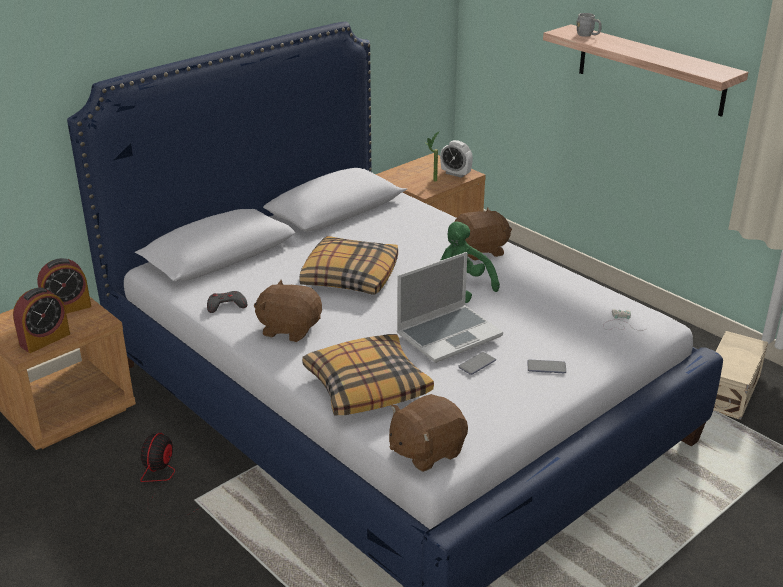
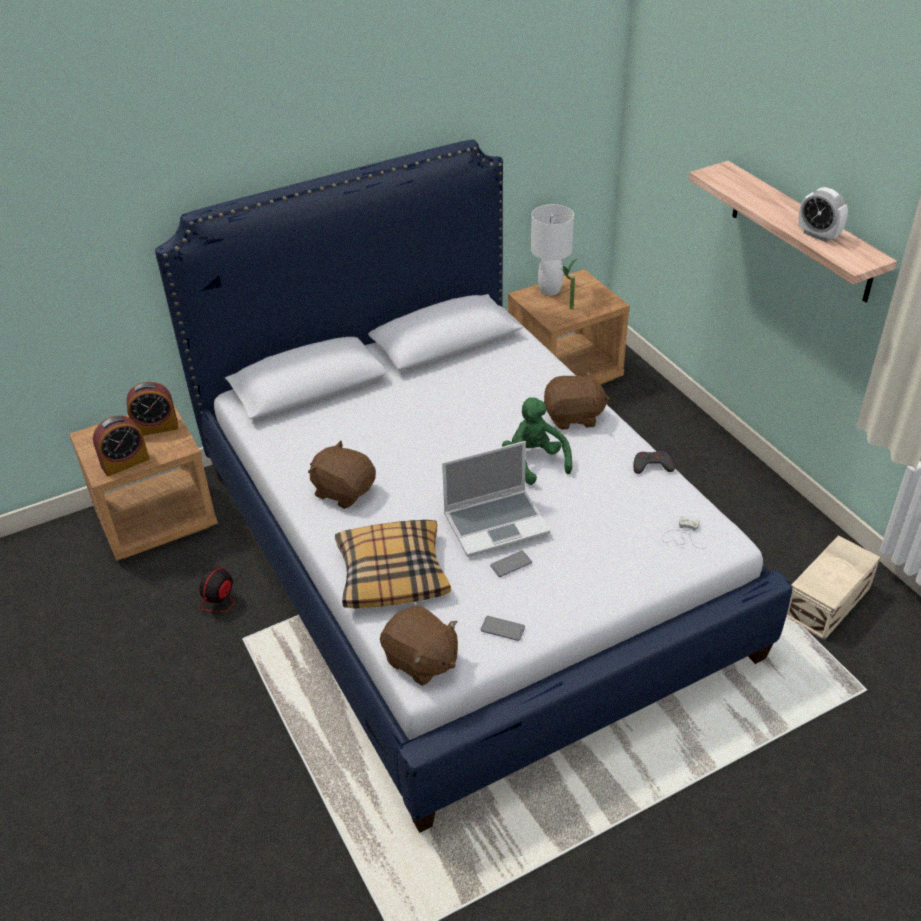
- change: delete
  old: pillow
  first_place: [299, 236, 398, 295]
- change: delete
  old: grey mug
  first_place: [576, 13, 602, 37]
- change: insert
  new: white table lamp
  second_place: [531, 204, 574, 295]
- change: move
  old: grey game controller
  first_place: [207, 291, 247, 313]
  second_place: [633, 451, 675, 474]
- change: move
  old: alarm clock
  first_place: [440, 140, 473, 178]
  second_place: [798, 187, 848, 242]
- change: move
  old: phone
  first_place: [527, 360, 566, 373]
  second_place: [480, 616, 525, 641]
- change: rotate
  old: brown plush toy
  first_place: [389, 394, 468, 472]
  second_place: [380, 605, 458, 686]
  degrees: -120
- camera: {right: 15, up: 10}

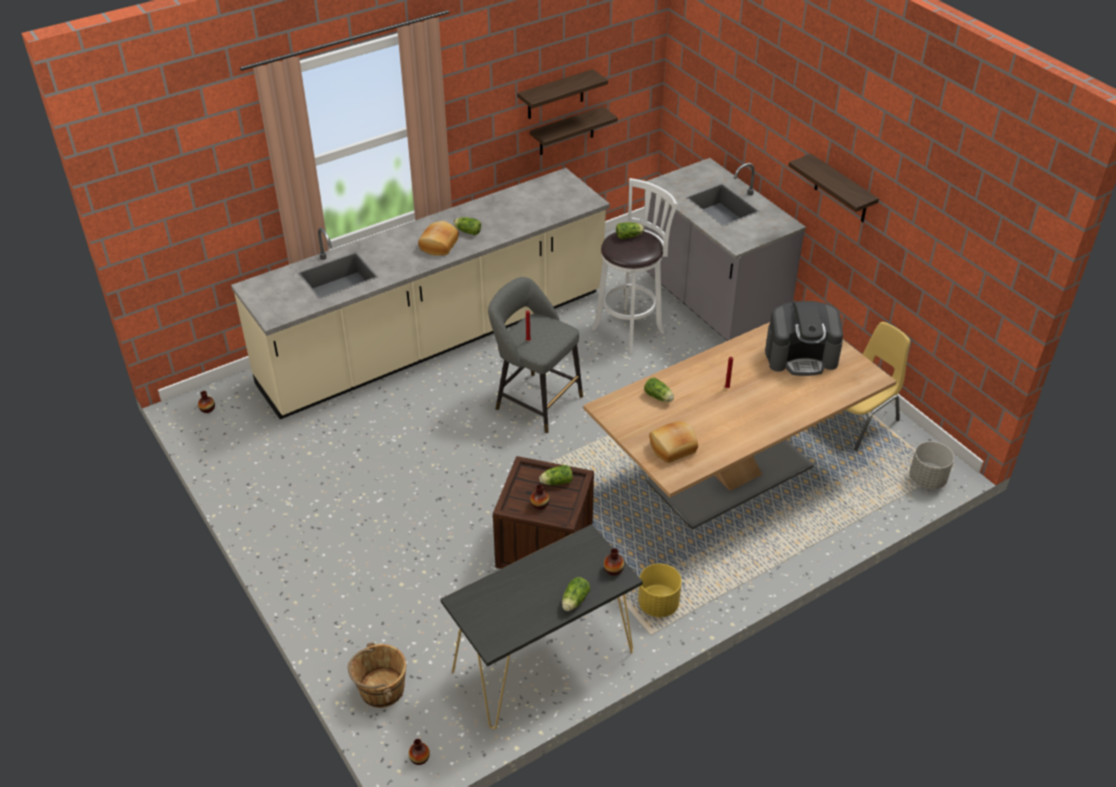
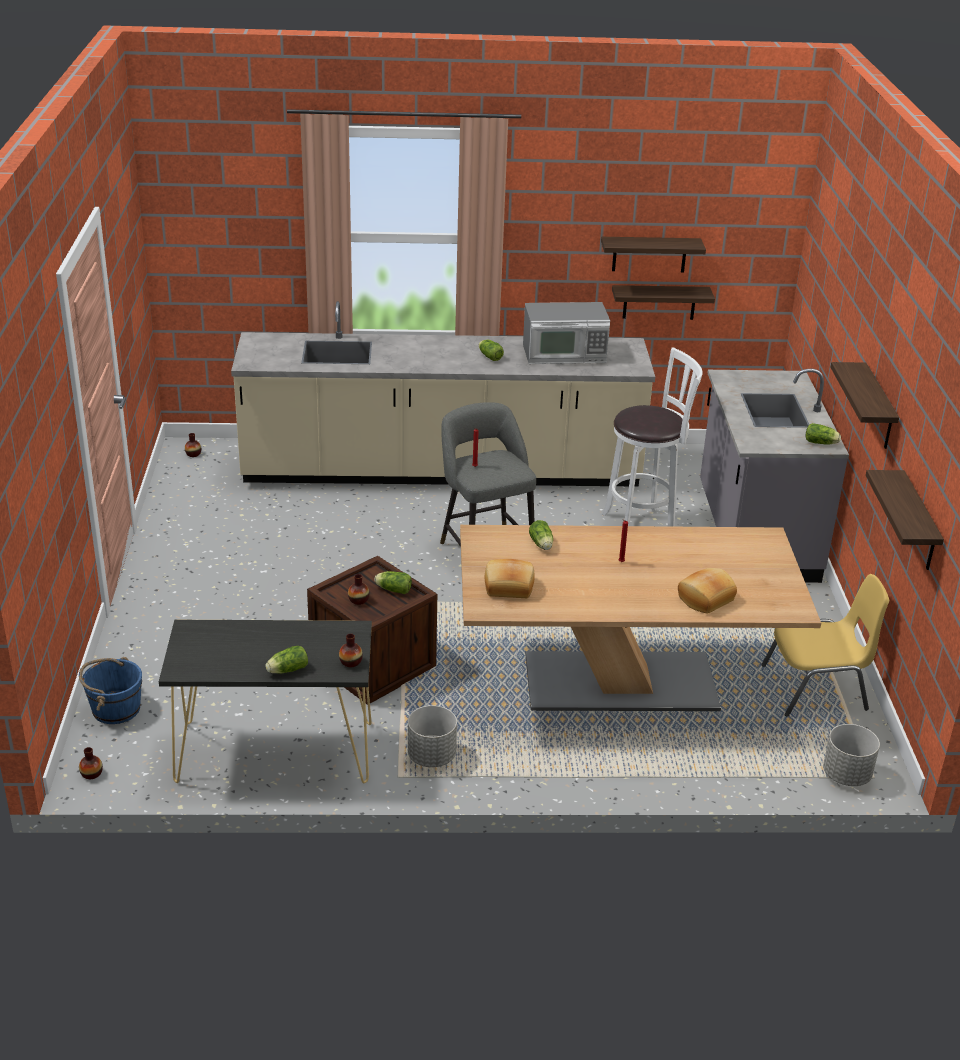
- change: delete
  old: coffee machine
  first_place: [765, 301, 843, 376]
- change: insert
  new: microwave
  second_place: [523, 302, 610, 364]
- change: insert
  new: shelf
  second_place: [866, 470, 944, 570]
- change: move
  old: bread
  first_place: [418, 221, 459, 256]
  second_place: [678, 568, 737, 614]
- change: move
  old: lettuce
  first_place: [616, 222, 644, 239]
  second_place: [806, 423, 841, 444]
- change: recolor
  old: brown bucket
  new: blue bucket
  first_place: [348, 642, 406, 708]
  second_place: [79, 657, 142, 724]
- change: recolor
  old: yellow planter
  new: grey planter
  first_place: [638, 564, 682, 617]
  second_place: [408, 705, 457, 767]
- camera: {right: 30, up: -10}

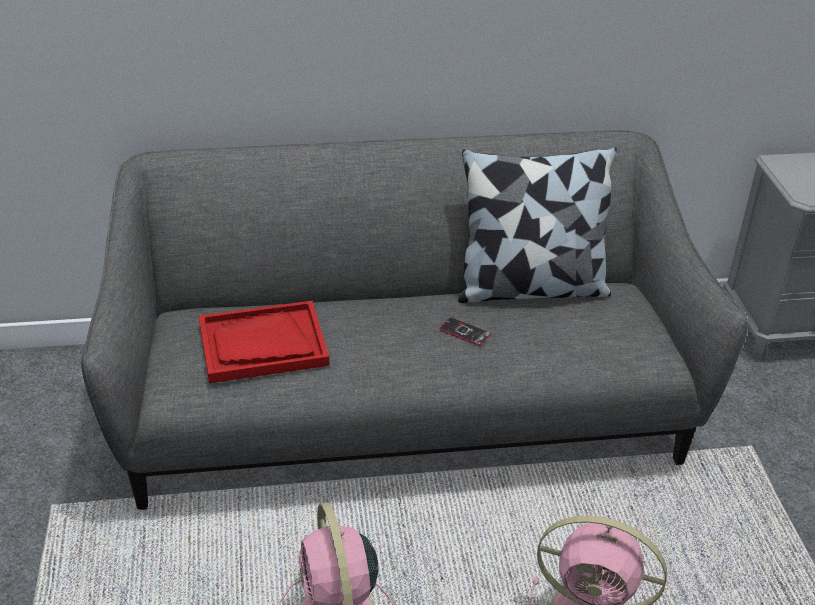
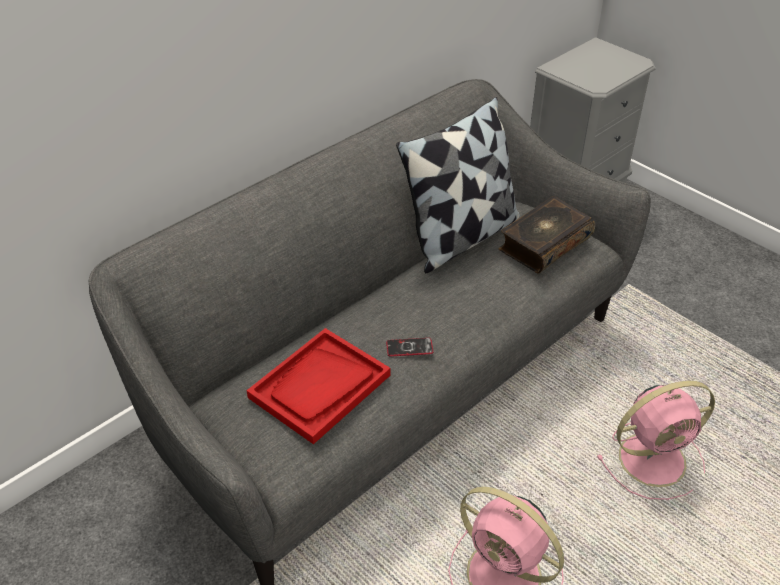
- change: insert
  new: book
  second_place: [499, 196, 595, 273]
- change: move
  old: phone
  first_place: [439, 317, 491, 346]
  second_place: [386, 338, 433, 356]
- camera: {right: -35, up: 5}

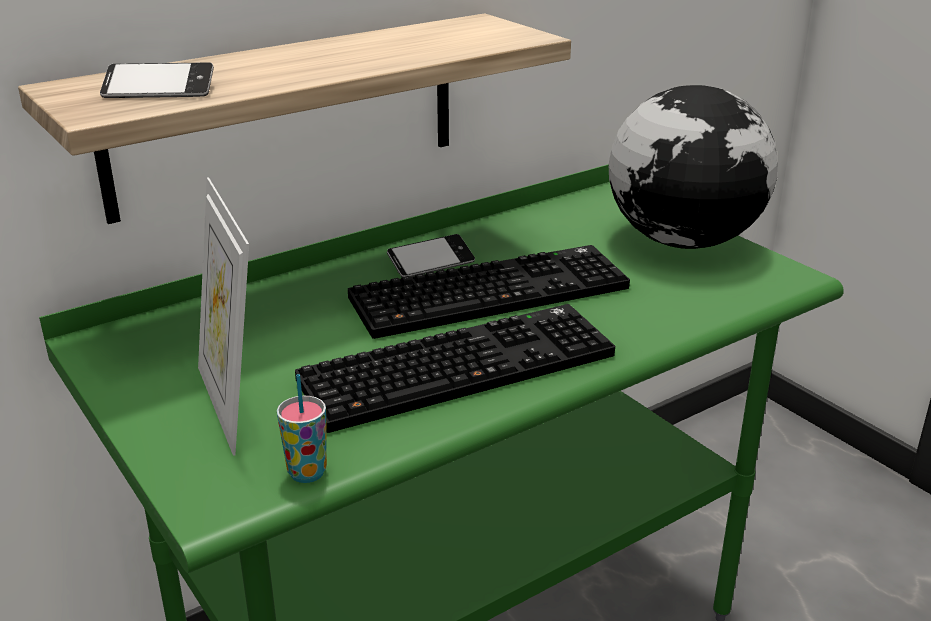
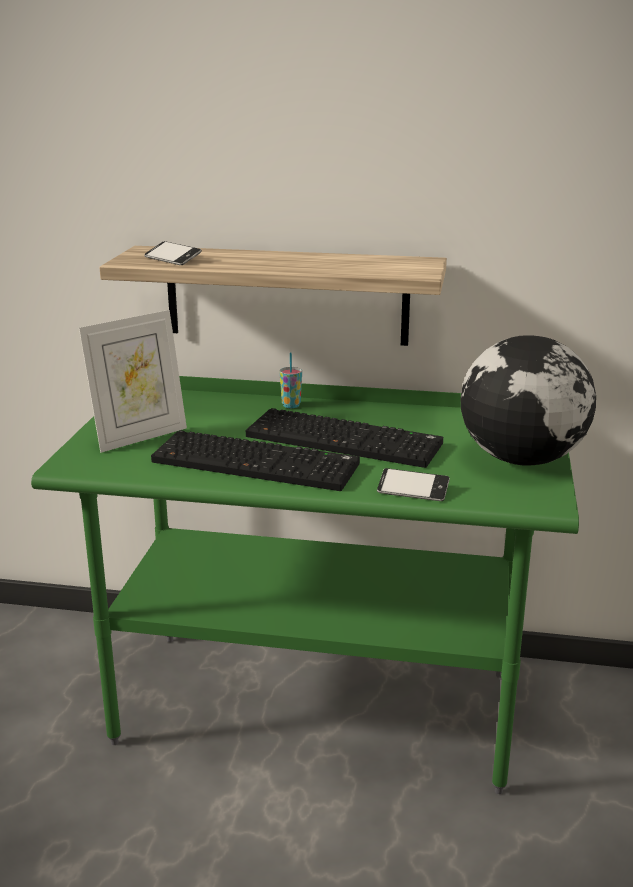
- change: move
  old: cup
  first_place: [277, 374, 327, 483]
  second_place: [279, 352, 302, 408]
- change: move
  old: phone
  first_place: [387, 234, 475, 277]
  second_place: [377, 468, 450, 501]
- change: rotate
  old: picture frame
  first_place: [198, 178, 249, 456]
  second_place: [79, 310, 187, 453]
  degrees: -150
- camera: {right: 45, up: -5}

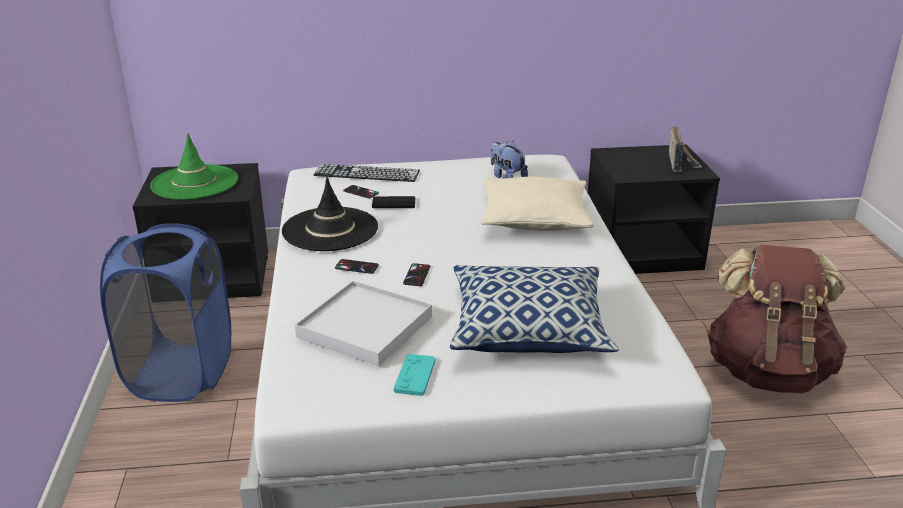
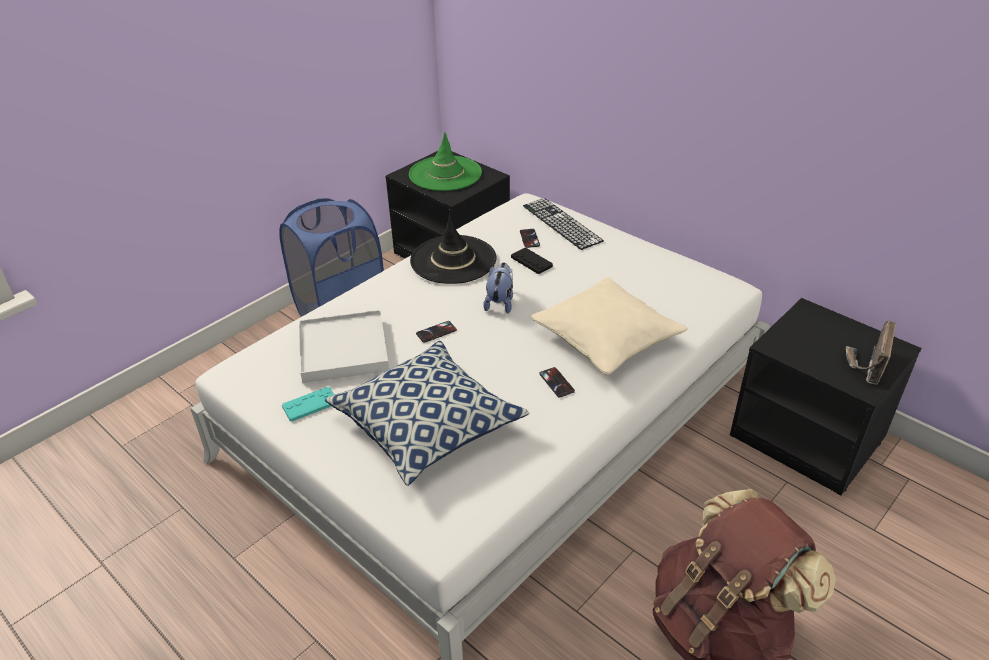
- change: move
  old: phone
  first_place: [335, 259, 379, 274]
  second_place: [539, 367, 575, 397]
- change: move
  old: plush toy
  first_place: [491, 141, 528, 178]
  second_place: [483, 262, 513, 314]
- change: rotate
  old: radio
  first_place: [669, 126, 702, 172]
  second_place: [846, 320, 896, 385]
  degrees: 150
- camera: {right: 50, up: 10}

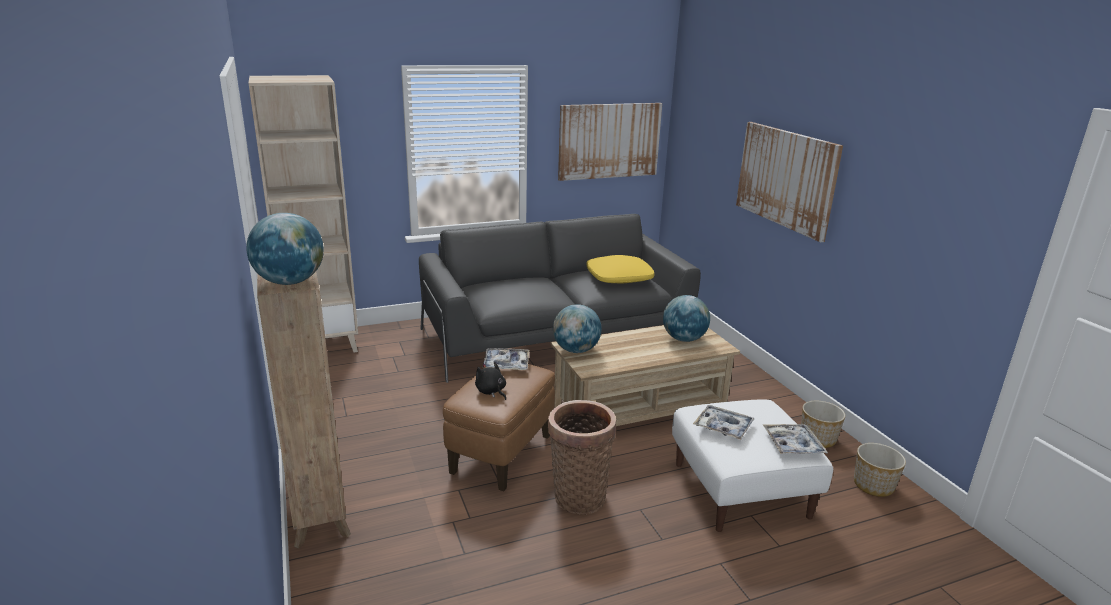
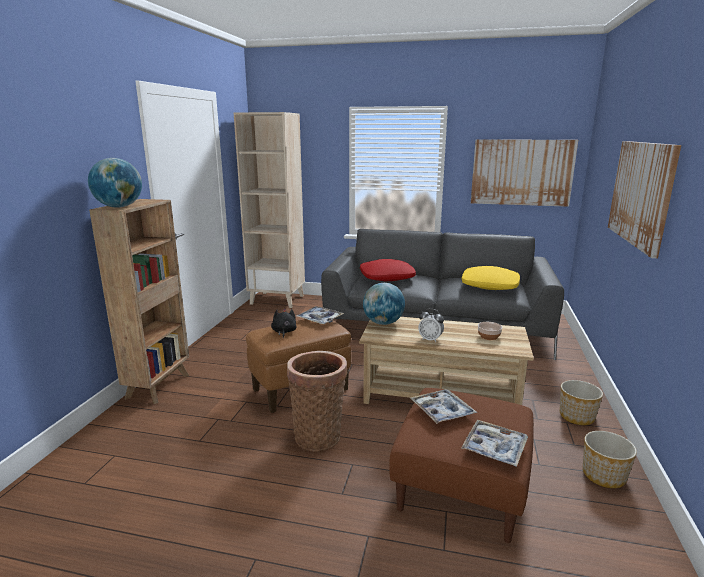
- change: insert
  new: red pillow
  second_place: [360, 259, 416, 281]
- change: insert
  new: alarm clock
  second_place: [418, 309, 444, 342]
- change: move
  old: planter
  first_place: [854, 443, 906, 497]
  second_place: [560, 380, 603, 425]
- change: replace
  old: globe
  new: bowl
  first_place: [663, 295, 710, 342]
  second_place: [478, 322, 502, 340]
- change: recolor
  old: white ottoman
  new: brown ottoman
  first_place: [672, 399, 833, 532]
  second_place: [389, 388, 534, 543]
- camera: {right: 35, up: -5}

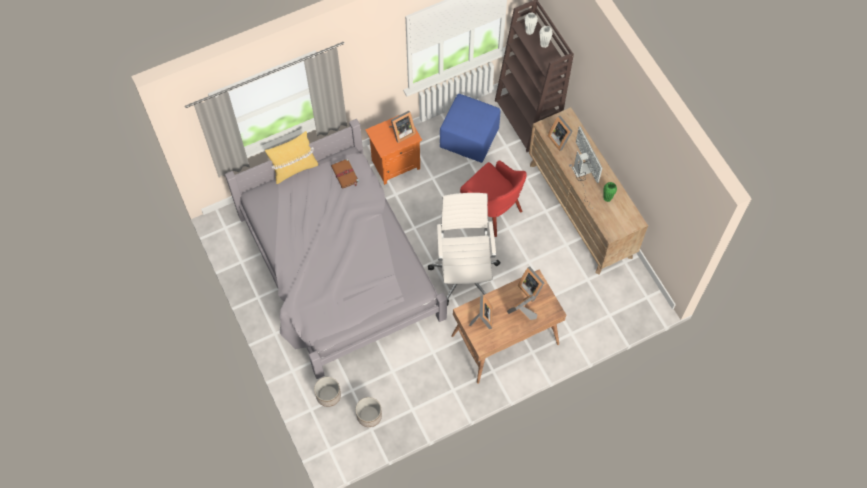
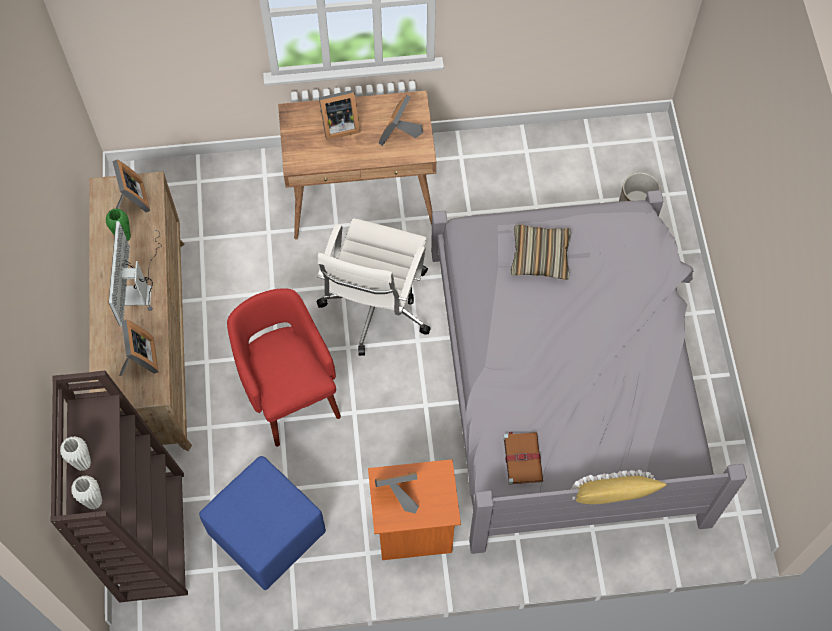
- change: delete
  old: planter
  first_place: [356, 397, 382, 427]
- change: insert
  new: pillow
  second_place: [511, 225, 571, 280]
- change: move
  old: picture frame
  first_place: [518, 266, 544, 302]
  second_place: [112, 159, 150, 213]
- camera: {right: -160, up: 0}

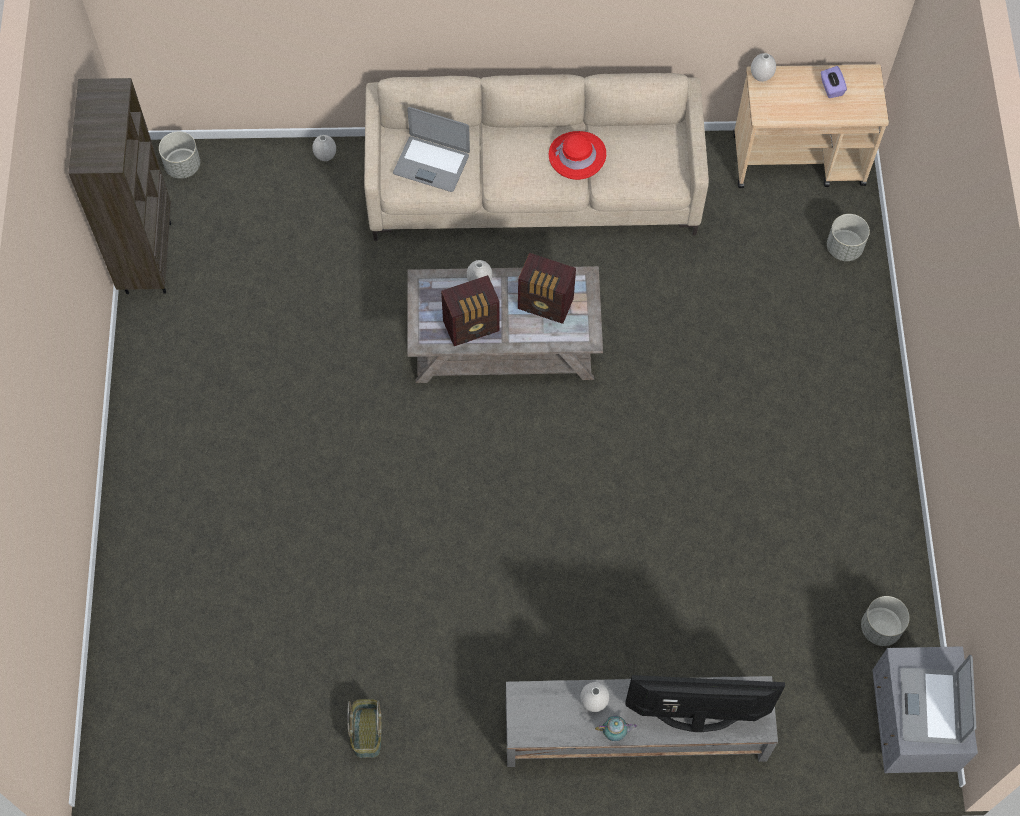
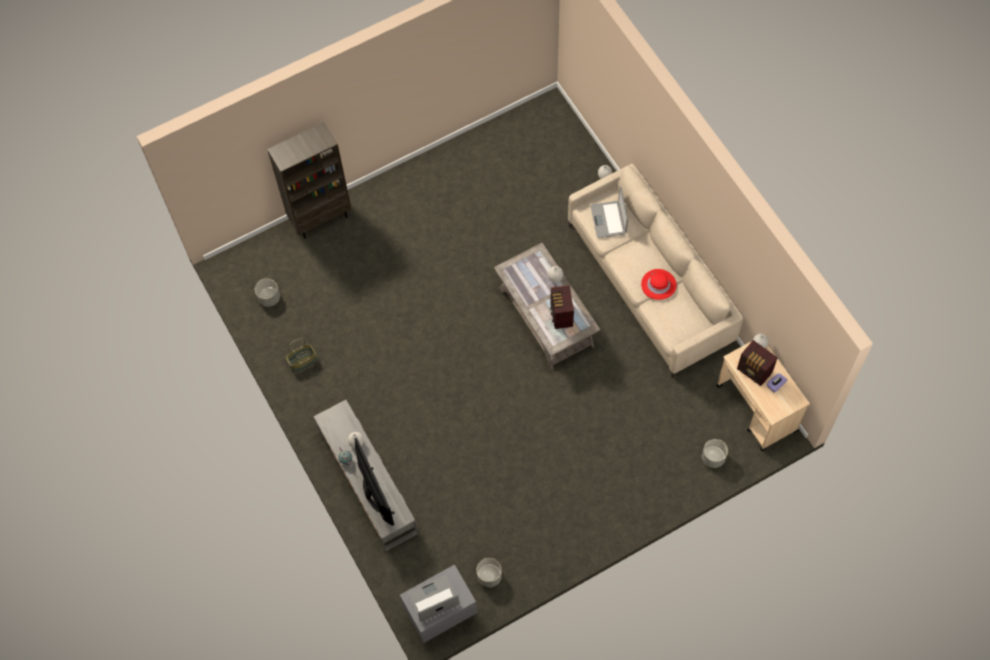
- change: move
  old: brown bookcase
  first_place: [68, 78, 171, 294]
  second_place: [267, 122, 351, 238]
- change: move
  old: grey planter
  first_place: [159, 131, 200, 179]
  second_place: [255, 279, 280, 307]
- change: move
  old: radio
  first_place: [441, 275, 500, 346]
  second_place: [737, 340, 778, 386]
- camera: {right: 65, up: 0}

